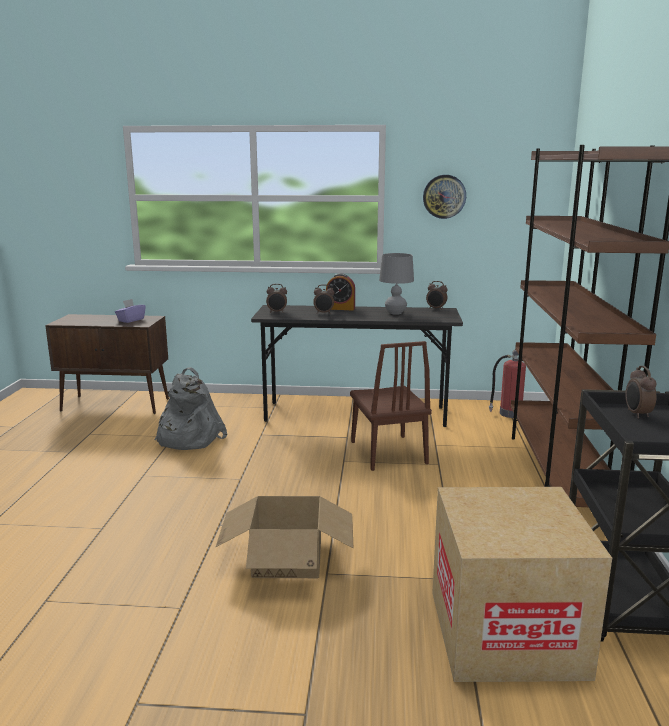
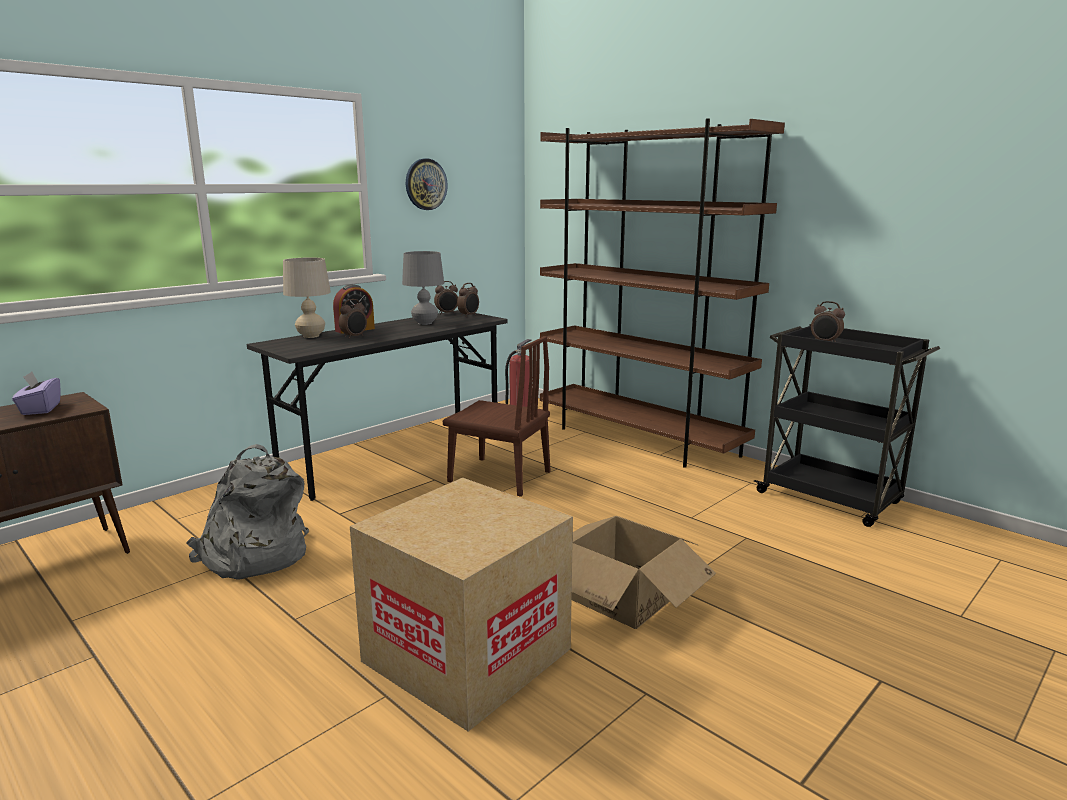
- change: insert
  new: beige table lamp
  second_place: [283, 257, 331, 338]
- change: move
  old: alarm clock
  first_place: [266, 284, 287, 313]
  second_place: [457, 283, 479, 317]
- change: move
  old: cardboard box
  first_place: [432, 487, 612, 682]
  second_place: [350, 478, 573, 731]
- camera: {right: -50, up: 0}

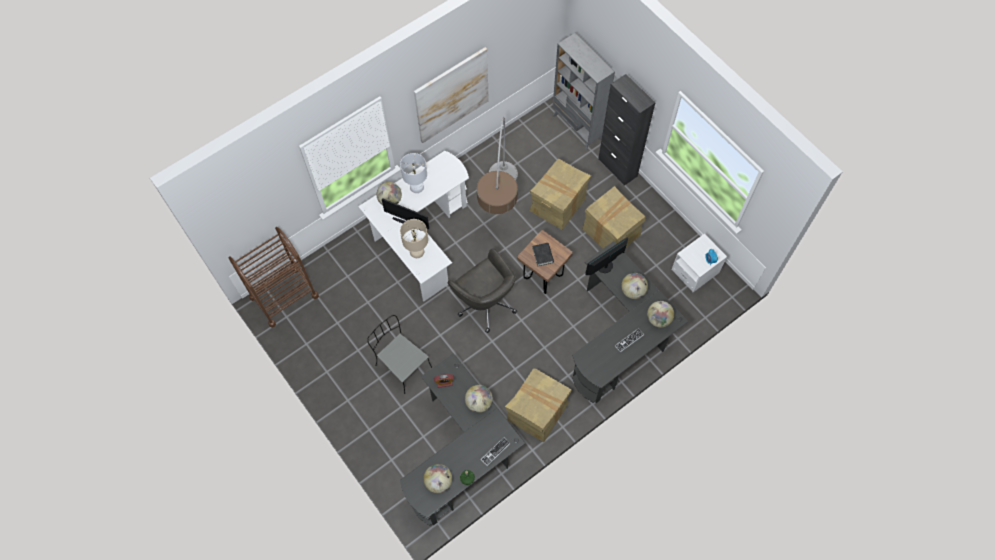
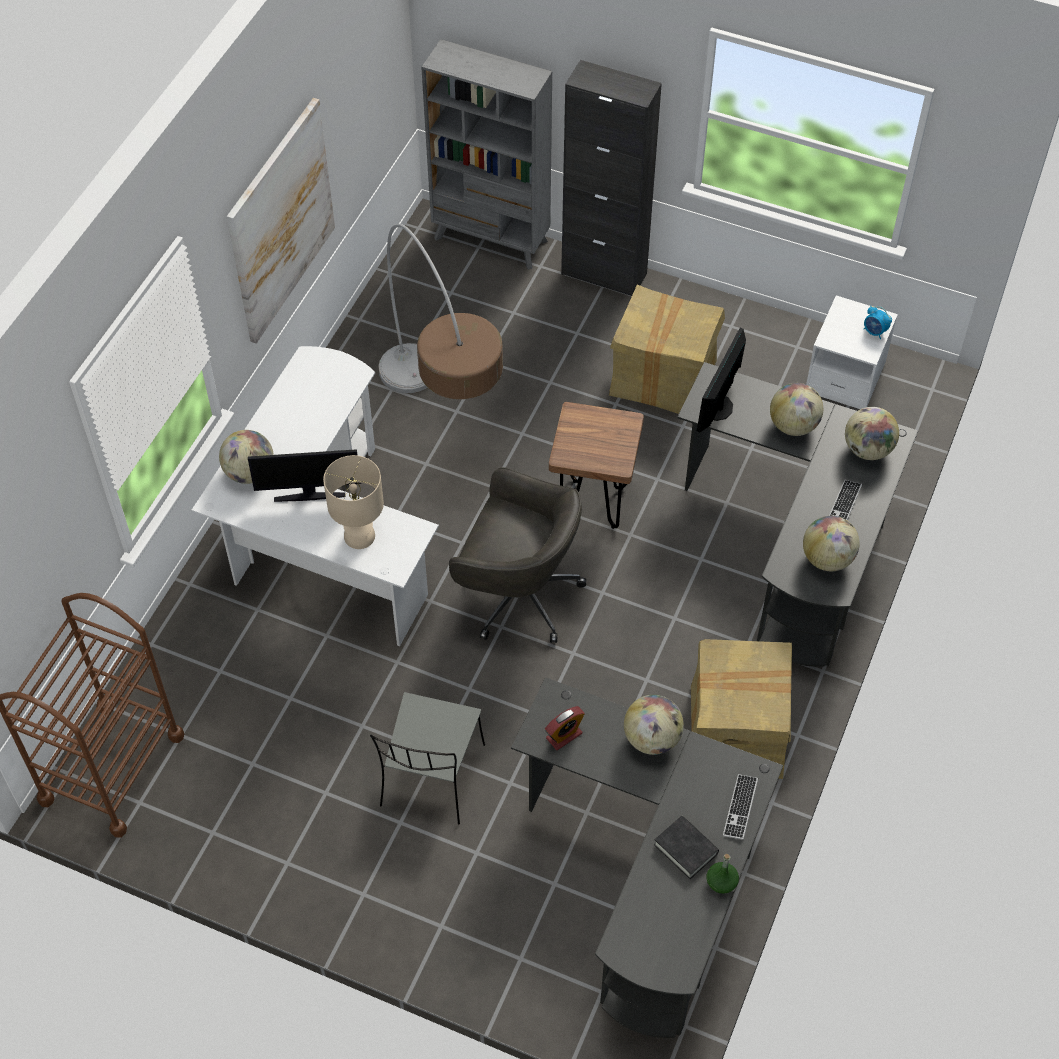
- change: delete
  old: white table lamp
  first_place: [400, 153, 427, 193]
- change: delete
  old: cardboard box
  first_place: [529, 159, 591, 230]
- change: move
  old: globe
  first_place: [423, 464, 452, 493]
  second_place: [803, 516, 860, 571]
- change: move
  old: black book
  first_place: [532, 243, 554, 266]
  second_place: [654, 816, 719, 879]
- change: rotate
  old: grey chair
  first_place: [367, 315, 432, 394]
  second_place: [370, 692, 485, 825]
  degrees: -90
- camera: {right: -30, up: -10}

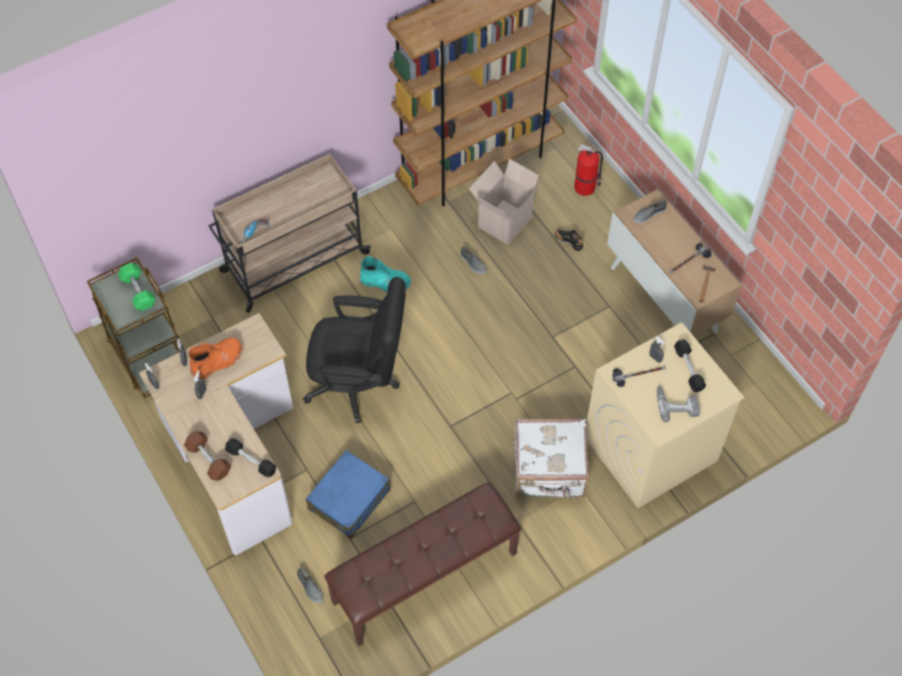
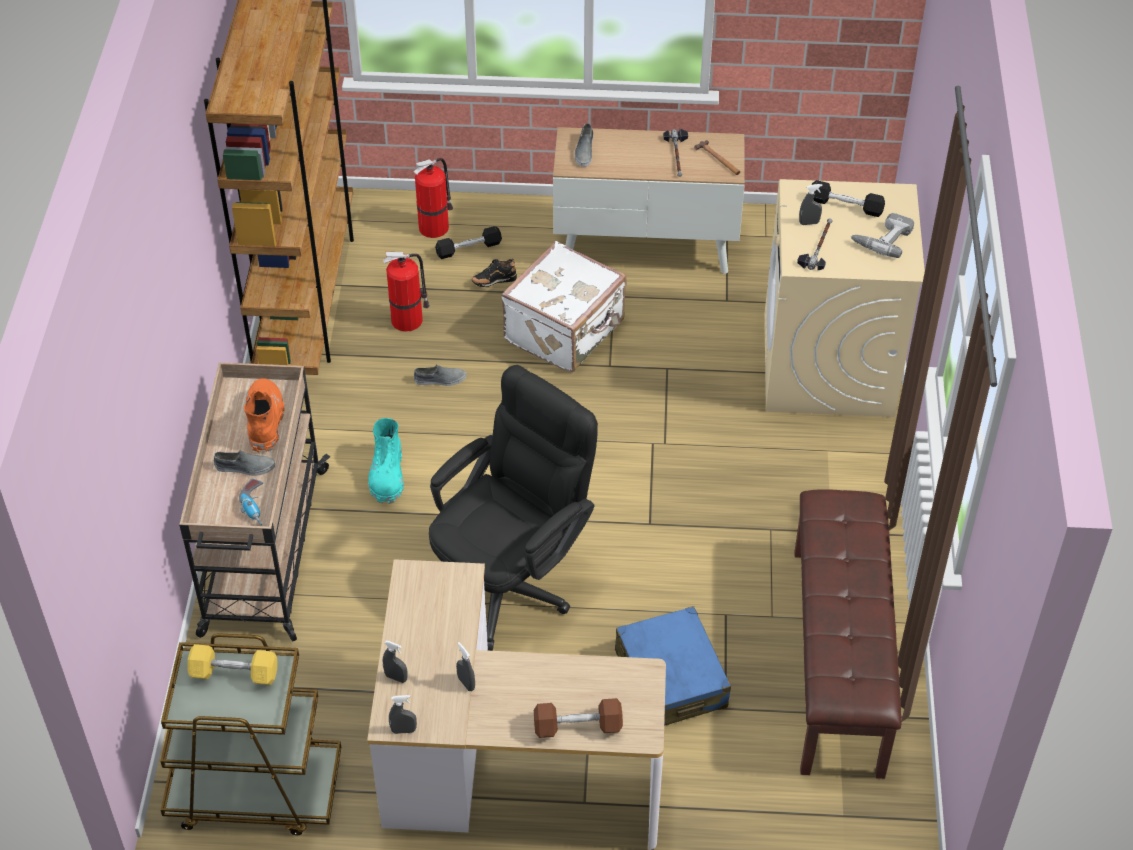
- change: move
  old: orange boot
  first_place: [189, 337, 243, 379]
  second_place: [244, 378, 285, 452]
- change: move
  old: black dumbbell
  first_place: [225, 438, 276, 477]
  second_place: [435, 226, 502, 259]
- change: move
  old: grey shoe
  first_place: [297, 567, 323, 603]
  second_place: [214, 450, 275, 476]
- change: move
  old: white suitcase
  first_place: [514, 419, 589, 499]
  second_place: [501, 241, 627, 372]
- change: replace
  old: cardboard box
  new: fire extinguisher
  first_place: [469, 159, 540, 245]
  second_place: [383, 252, 430, 332]
- change: recolor
  old: green dumbbell
  new: yellow dumbbell
  first_place: [118, 263, 156, 311]
  second_place: [187, 644, 277, 685]
- change: rotate
  old: turquoise boot
  first_place: [360, 256, 411, 292]
  second_place: [368, 418, 404, 504]
  degrees: 135
- camera: {right: -55, up: -10}

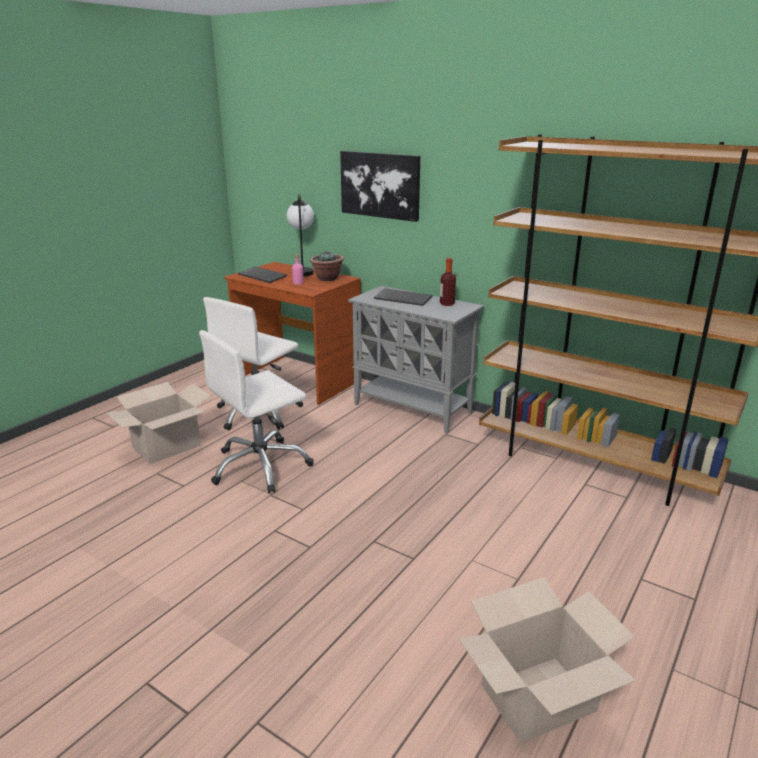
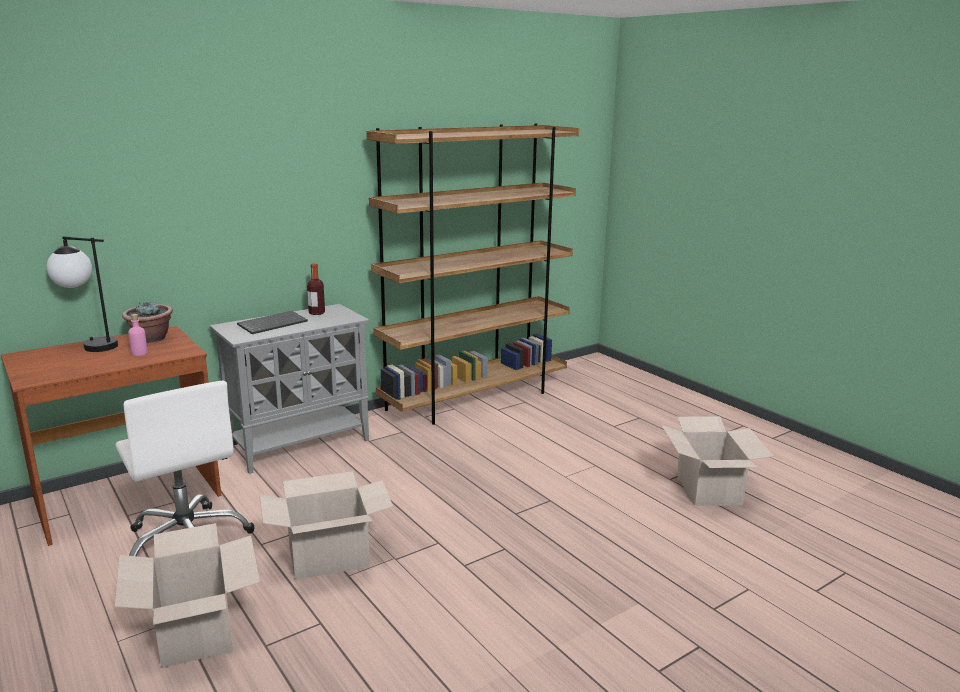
- change: delete
  old: keyboard
  first_place: [238, 266, 287, 283]
- change: delete
  old: picture
  first_place: [340, 151, 420, 222]
- change: replace
  old: white office chair
  new: cardboard box
  first_place: [199, 330, 314, 493]
  second_place: [260, 471, 393, 580]
- camera: {right: -70, up: -5}

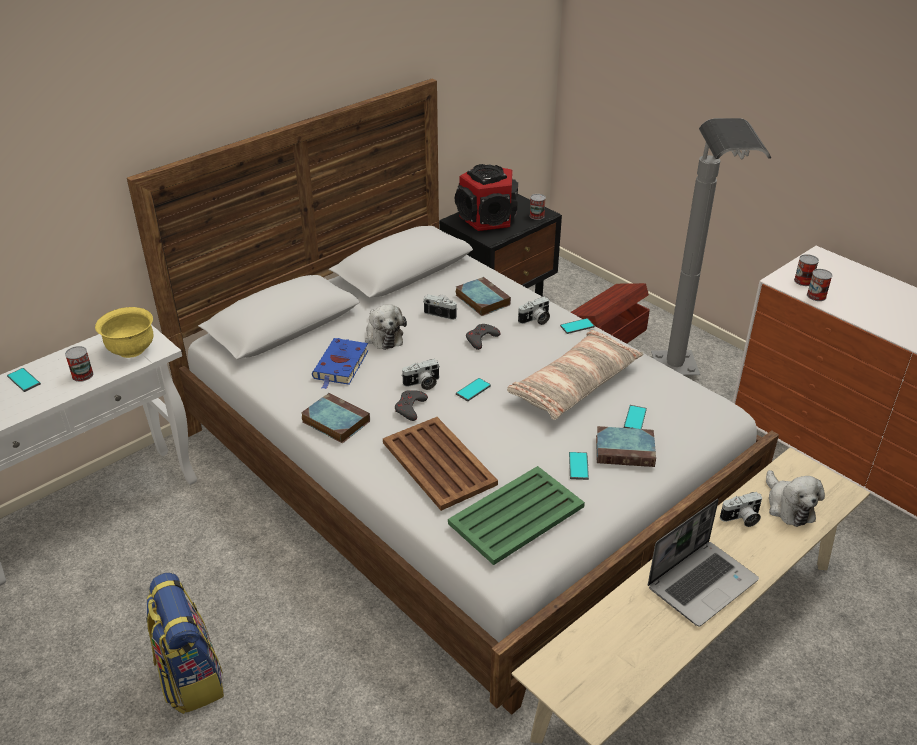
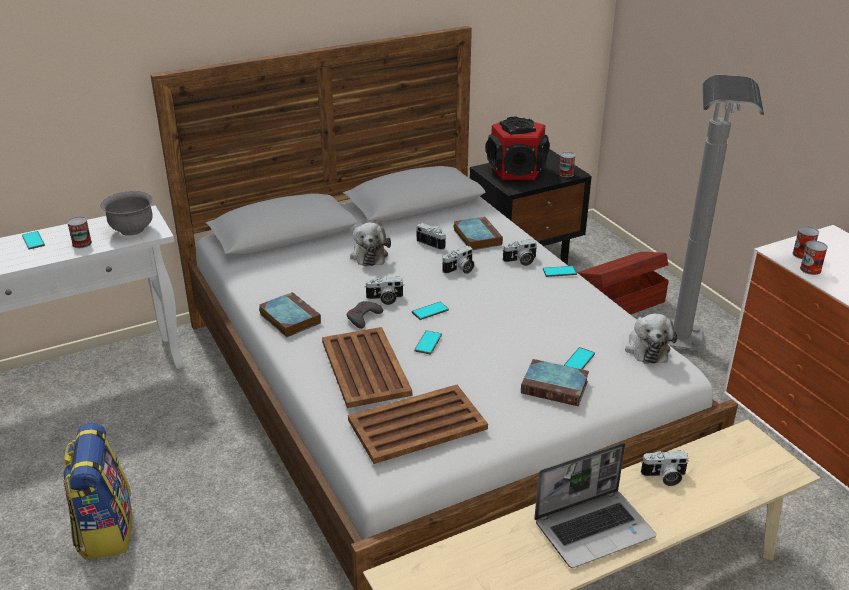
- change: delete
  old: blue book
  first_place: [312, 338, 368, 389]
- change: delete
  old: pillow
  first_place: [507, 330, 644, 420]
- change: move
  old: phone
  first_place: [569, 452, 589, 480]
  second_place: [414, 330, 442, 355]
- change: move
  old: plush toy
  first_place: [766, 470, 825, 527]
  second_place: [625, 314, 677, 364]
- change: replace
  old: grey game controller
  new: photo camera
  first_place: [466, 324, 501, 350]
  second_place: [442, 246, 474, 274]
- change: recolor
  old: yellow bowl
  new: grey bowl
  first_place: [95, 307, 153, 358]
  second_place: [100, 191, 153, 236]
- change: recolor
  old: green tray
  new: brown tray
  first_place: [448, 466, 585, 565]
  second_place: [348, 385, 488, 464]
- camera: {right: 15, up: -5}

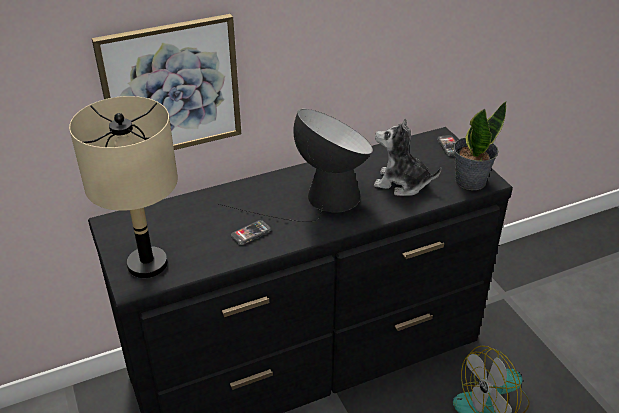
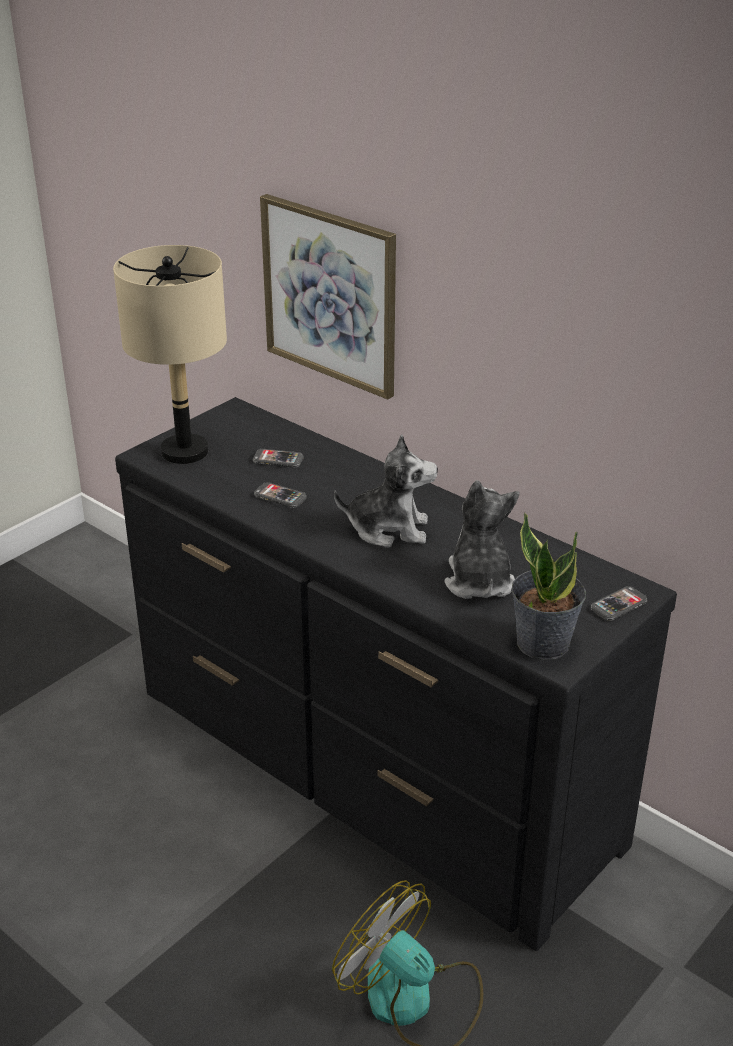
- change: insert
  new: phone
  second_place: [253, 449, 304, 468]
- change: replace
  old: table lamp
  new: plush toy
  first_place: [219, 109, 373, 222]
  second_place: [334, 435, 438, 548]
- camera: {right: 65, up: -5}

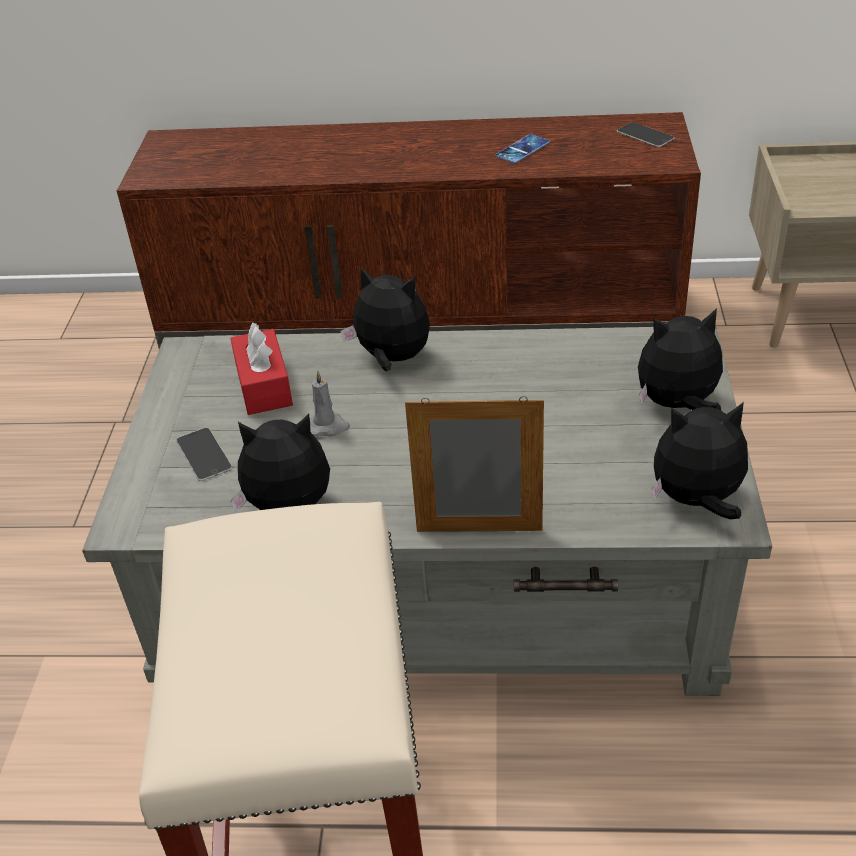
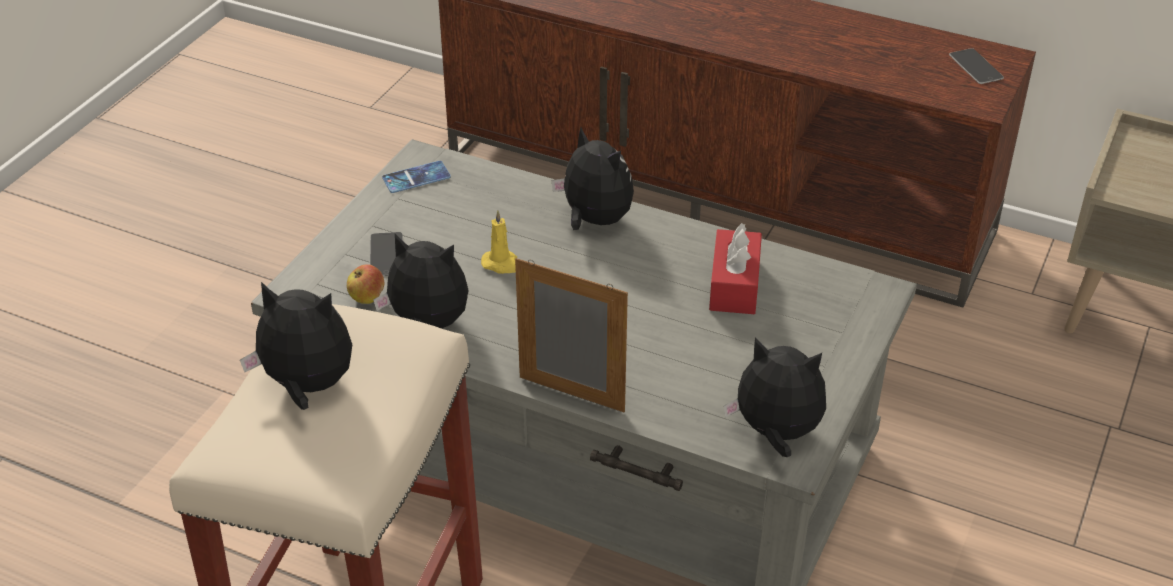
- change: insert
  new: apple
  second_place: [347, 264, 384, 304]
- change: move
  old: red tissue box
  first_place: [230, 322, 293, 415]
  second_place: [709, 223, 762, 314]
- change: move
  old: phone
  first_place: [496, 134, 550, 163]
  second_place: [382, 161, 451, 193]
- change: move
  old: plush toy
  first_place: [638, 308, 723, 411]
  second_place: [240, 282, 352, 410]
- change: recolor
  old: grey candle
  new: yellow candle
  first_place: [310, 370, 350, 437]
  second_place: [481, 210, 517, 274]
- camera: {right: 20, up: 0}

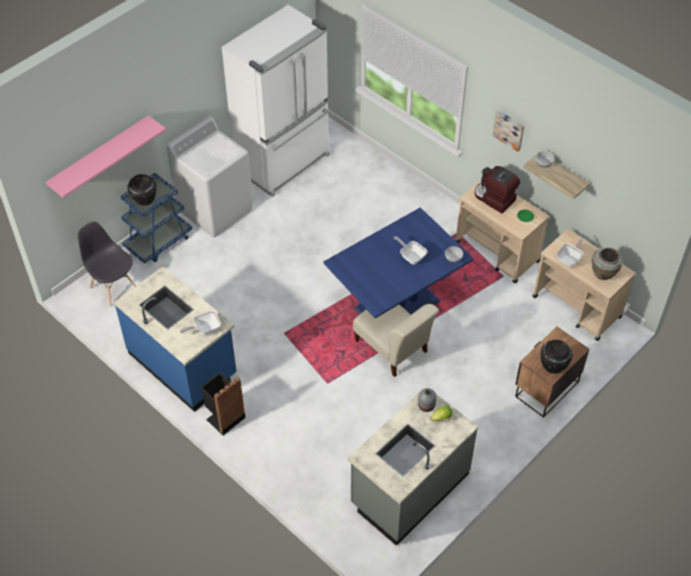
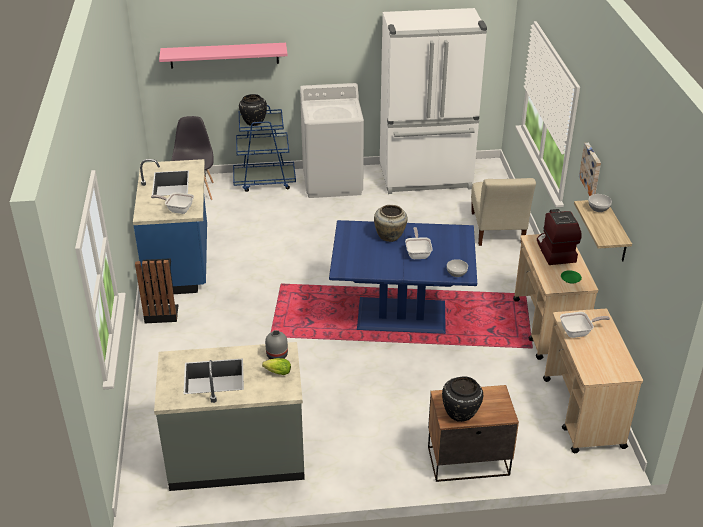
- change: move
  old: beige chair
  first_place: [353, 304, 439, 377]
  second_place: [471, 178, 536, 246]
- change: move
  old: beige vase
  first_place: [592, 248, 623, 280]
  second_place: [374, 205, 408, 242]
- camera: {right: 40, up: -15}

